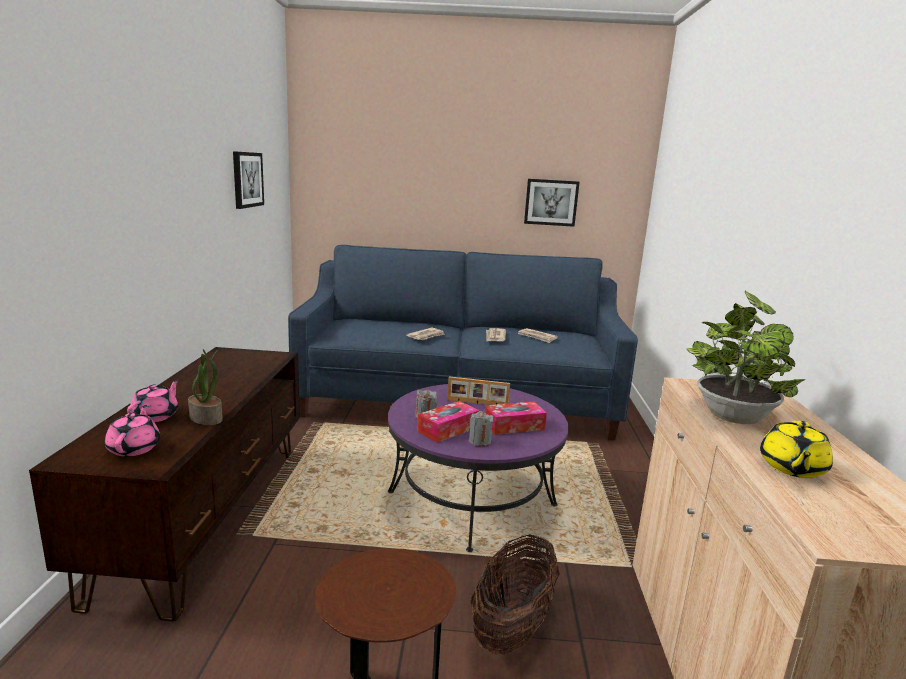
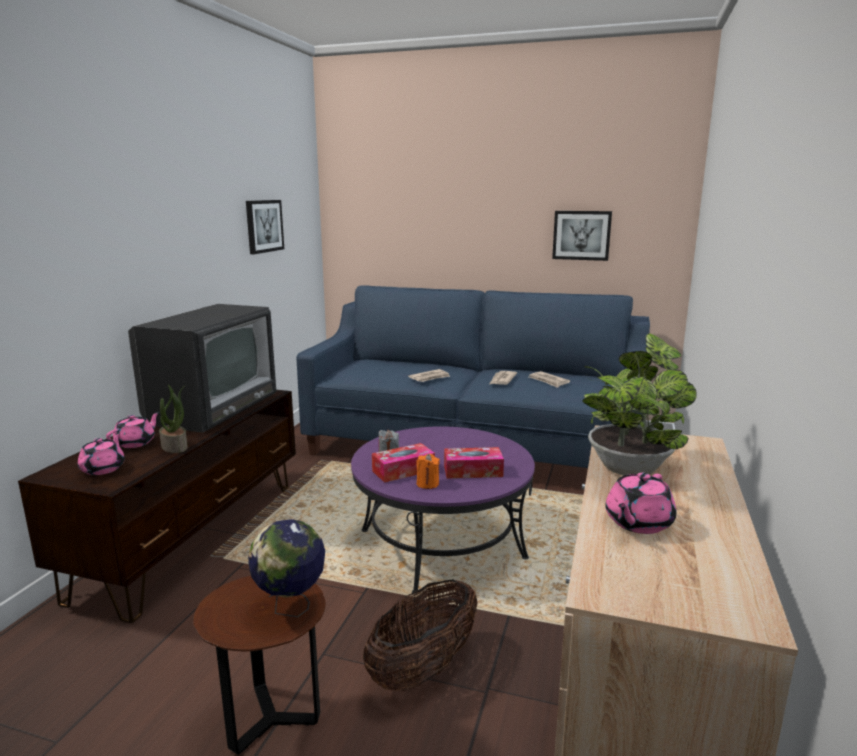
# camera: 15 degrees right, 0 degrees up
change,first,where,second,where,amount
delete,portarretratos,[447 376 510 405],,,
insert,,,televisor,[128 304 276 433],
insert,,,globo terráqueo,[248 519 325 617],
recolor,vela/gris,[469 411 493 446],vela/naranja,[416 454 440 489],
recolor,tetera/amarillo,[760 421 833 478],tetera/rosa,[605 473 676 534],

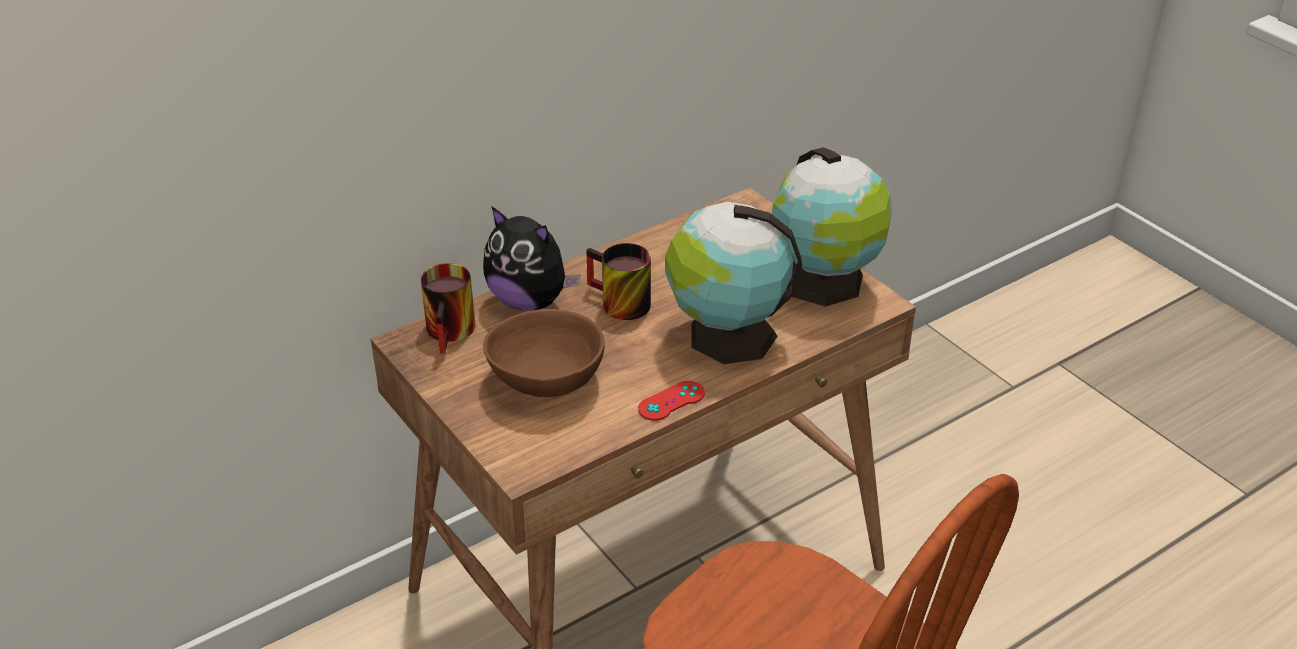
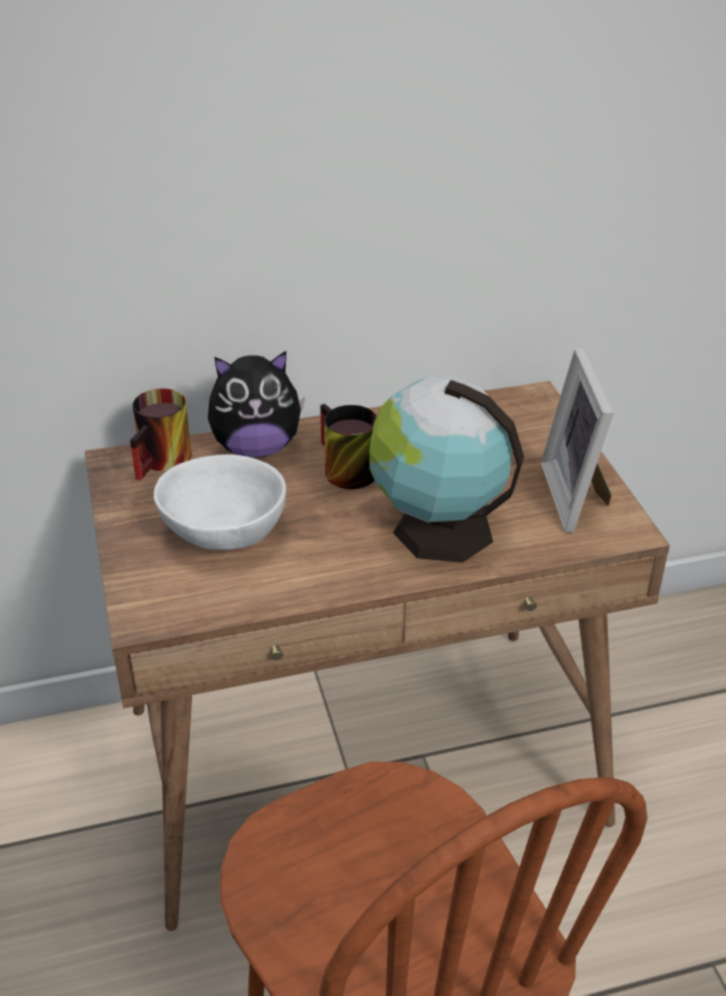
# camera: 20 degrees right, 0 degrees up
change,first,where,second,where,amount
delete,mando de consola/rojo,[638 381 705 421],,,
replace,globo terráqueo,[772 147 893 307],portarretratos,[541 348 614 533],
recolor,cuenco/marrón,[483 309 605 397],cuenco/blanco,[154 454 286 550],
rotate,peluche,[483 207 581 311],,[208 351 305 458],60 degrees counterclockwise

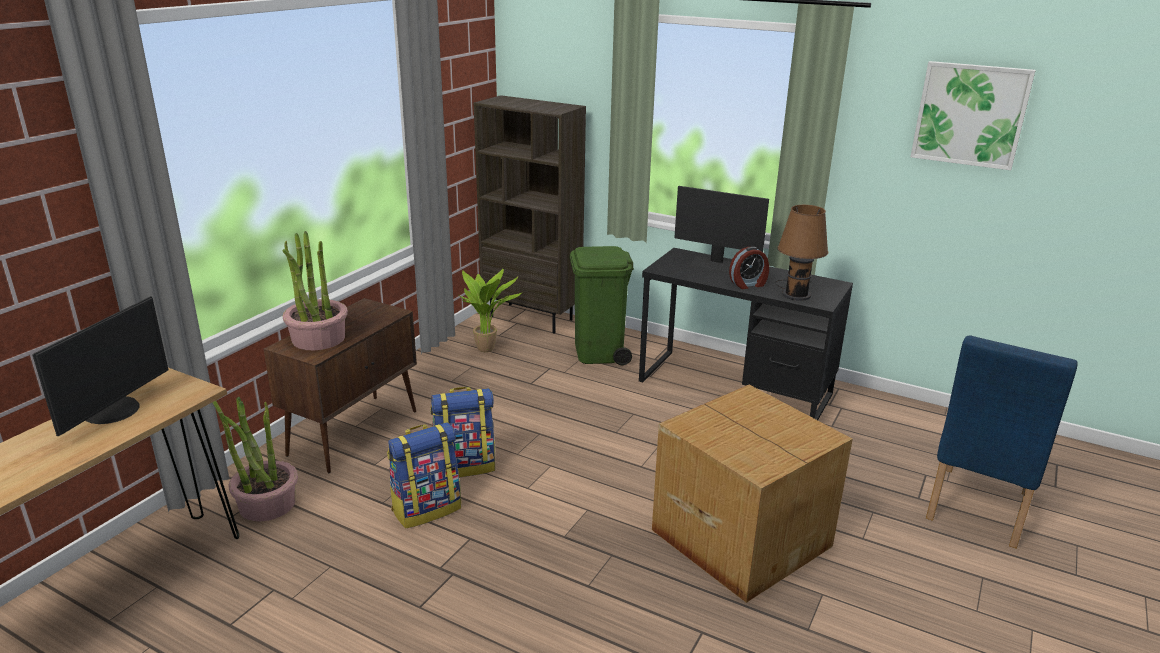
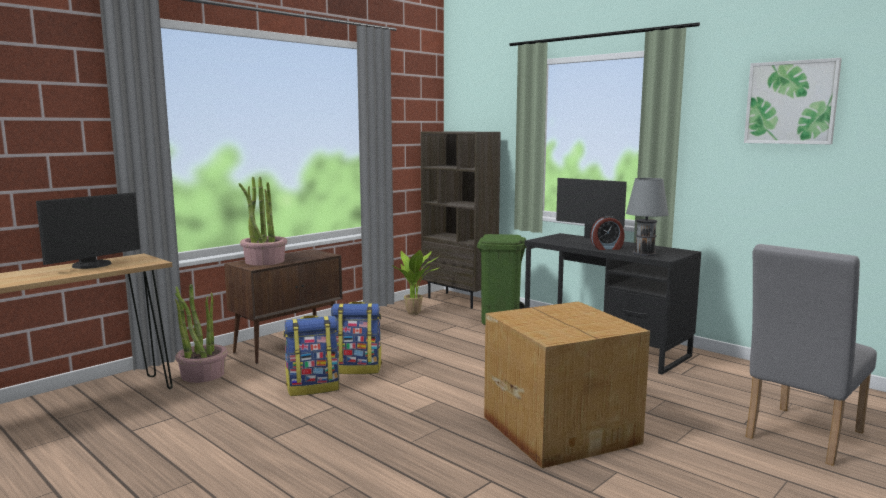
# camera: 15 degrees right, 15 degrees down
change,first,where,second,where,amount
recolor,lámpara de mesa/marrón,[775 205 828 301],lámpara de mesa/gris,[626 178 669 256],
recolor,silla/azul,[926 335 1078 549],silla/gris,[745 244 877 466],

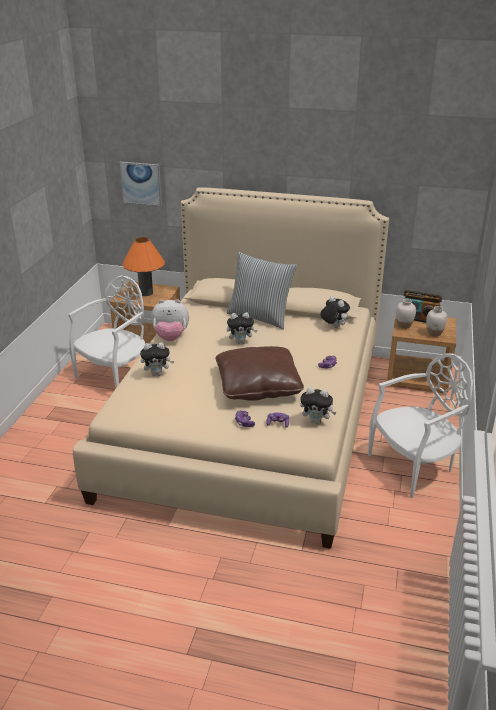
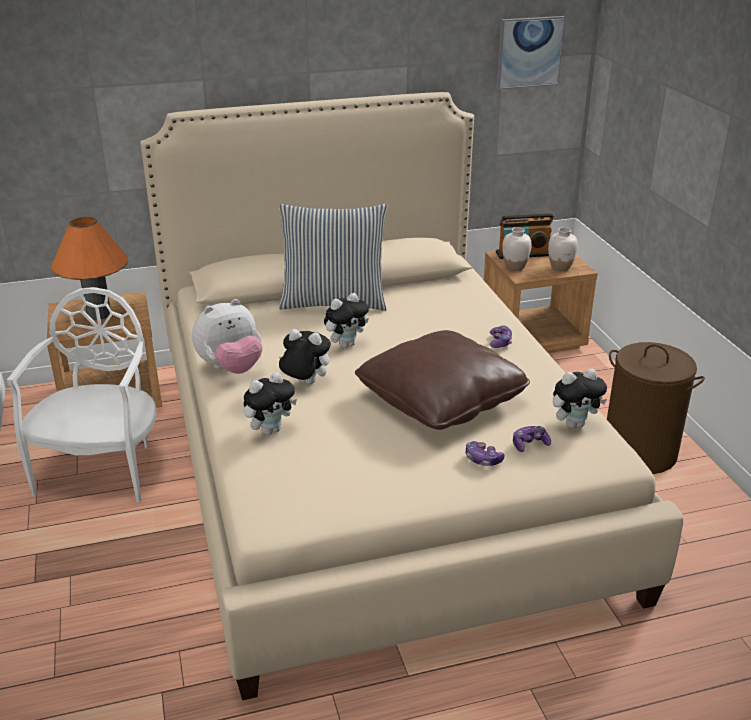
# camera: 30 degrees left, 0 degrees up
change,first,where,second,where,amount
move,cuadro,[119 162 162 206],,[496 16 565 90],
move,peluche,[320 296 350 328],,[279 329 331 384],
replace,silla/blanco,[368 354 473 498],cesto de la ropa/marrón,[607 342 705 474],

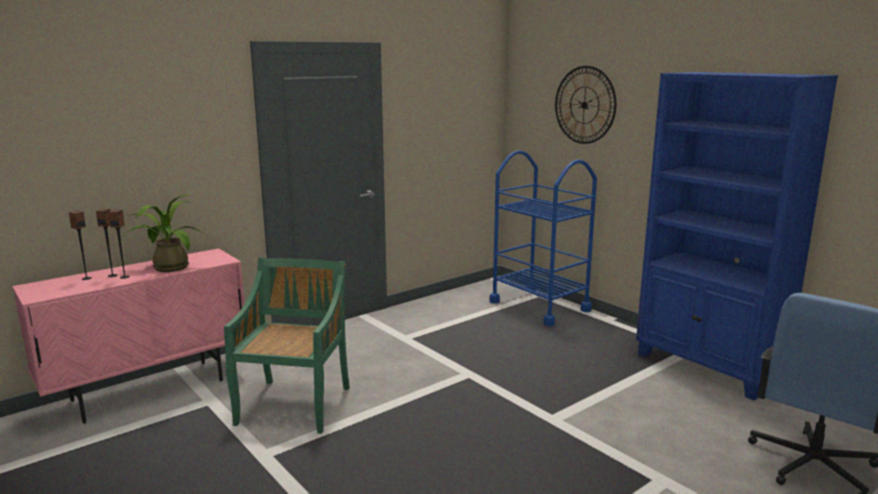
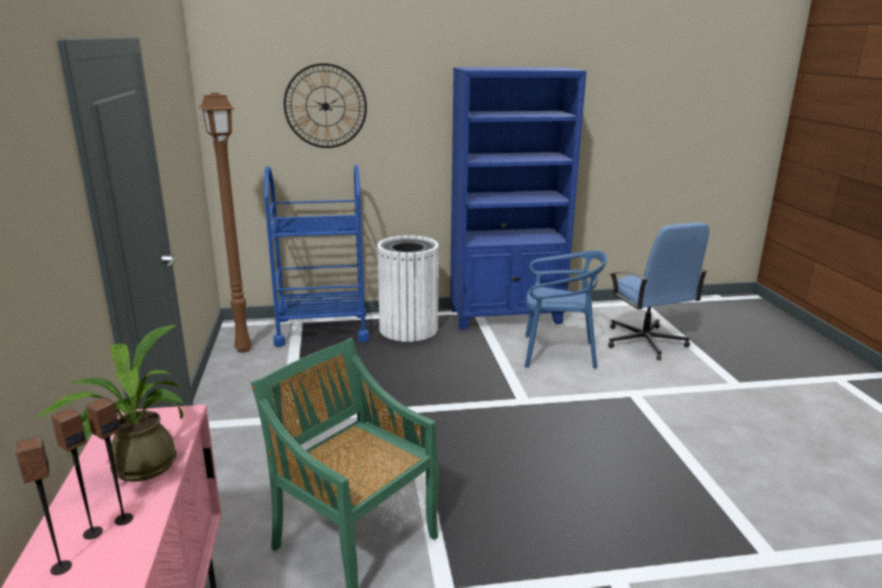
# camera: 60 degrees left, 5 degrees up
change,first,where,second,where,amount
insert,,,lámpara de pie/marrón,[198 93 252 353],
insert,,,papelera/blanco,[377 235 439 342],
insert,,,silla/azul,[524 251 607 369],

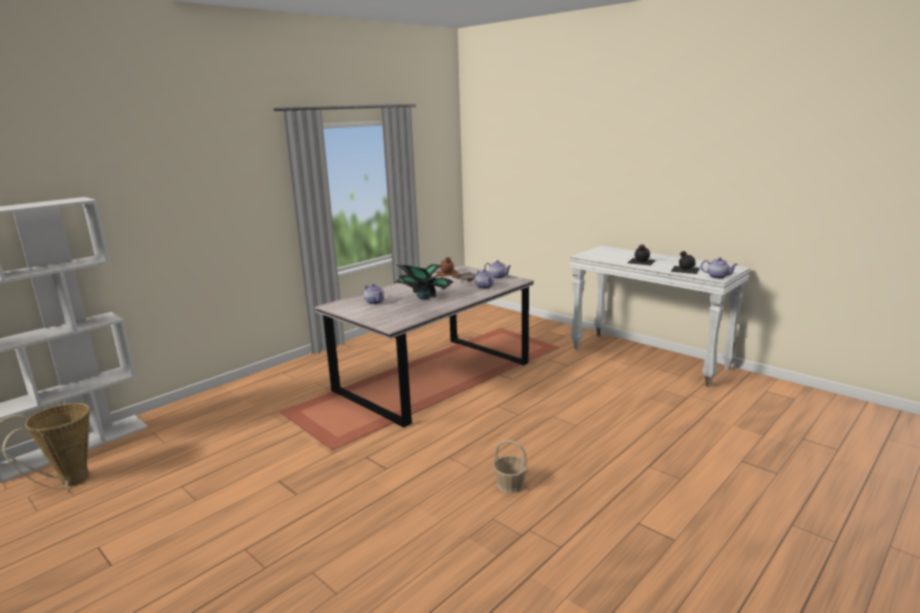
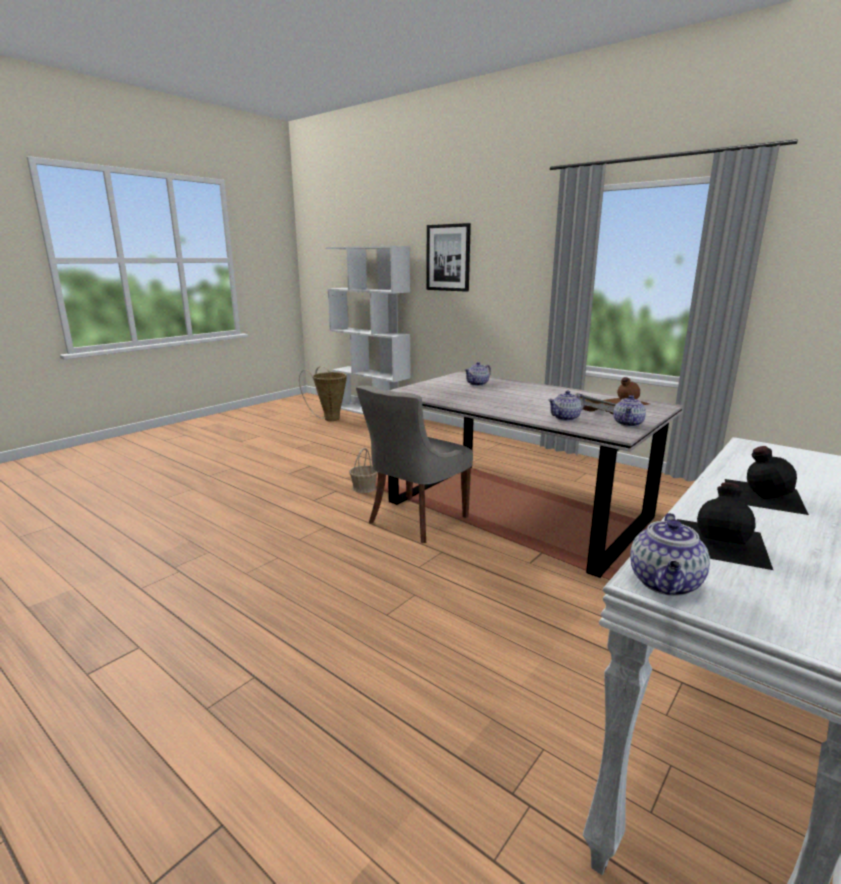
# camera: 85 degrees right, 0 degrees up
change,first,where,second,where,amount
delete,planta en maceta,[394 264 453 299],,,
insert,,,silla/gris,[356 385 473 543],
insert,,,cuadro,[426 223 471 292],
move,cesta,[493 440 528 493],,[349 448 378 493],

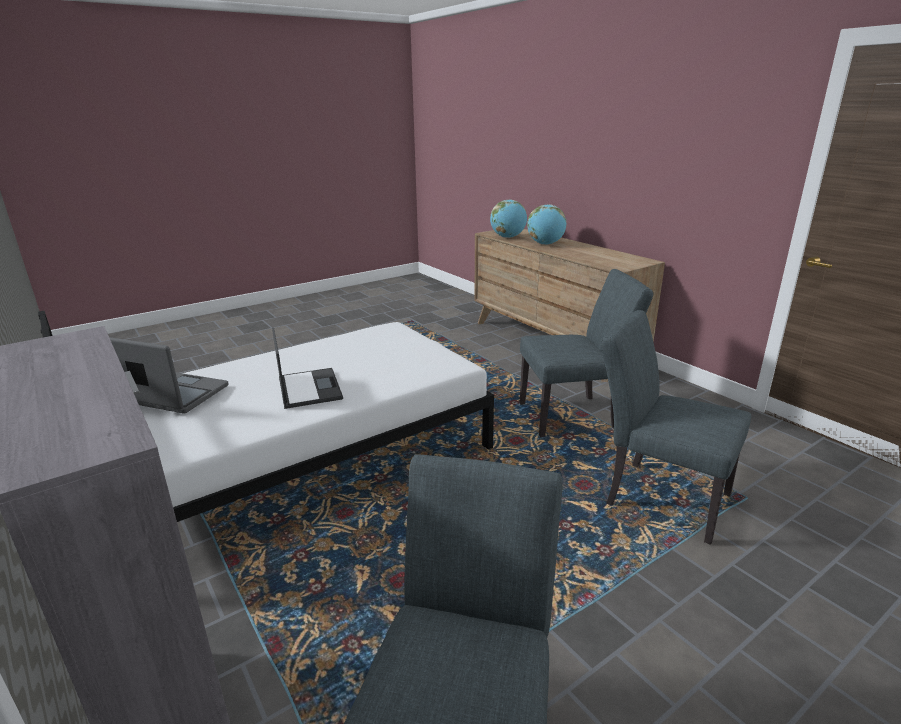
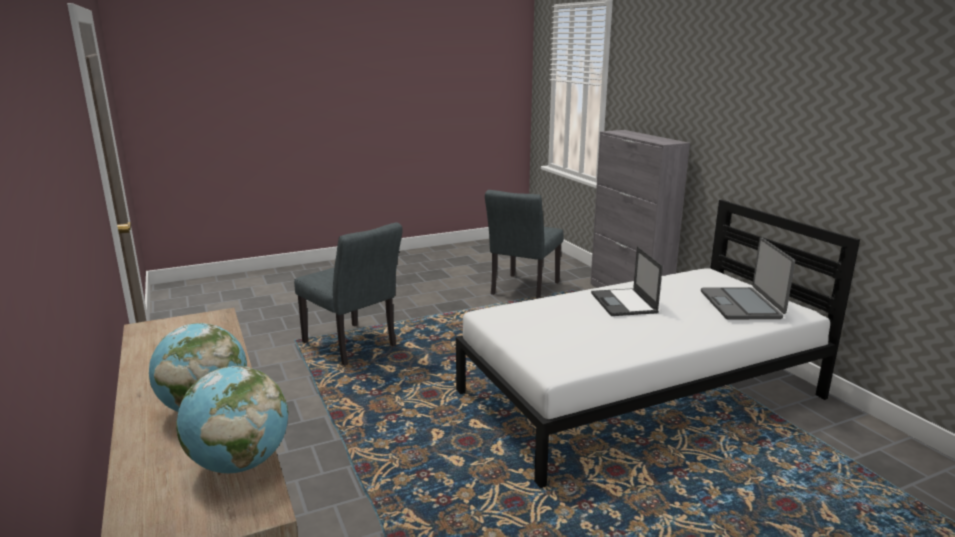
# camera: 170 degrees left, 5 degrees down
change,first,where,second,where,amount
delete,silla/gris,[520 269 654 437],,,
rotate,portátil,[109 337 229 414],,[701 237 795 320],60 degrees clockwise

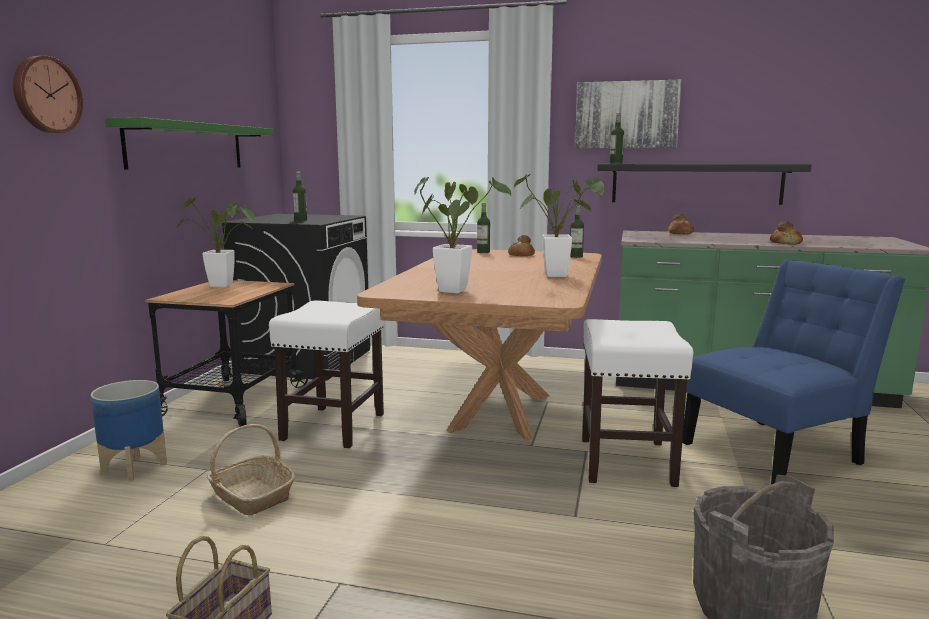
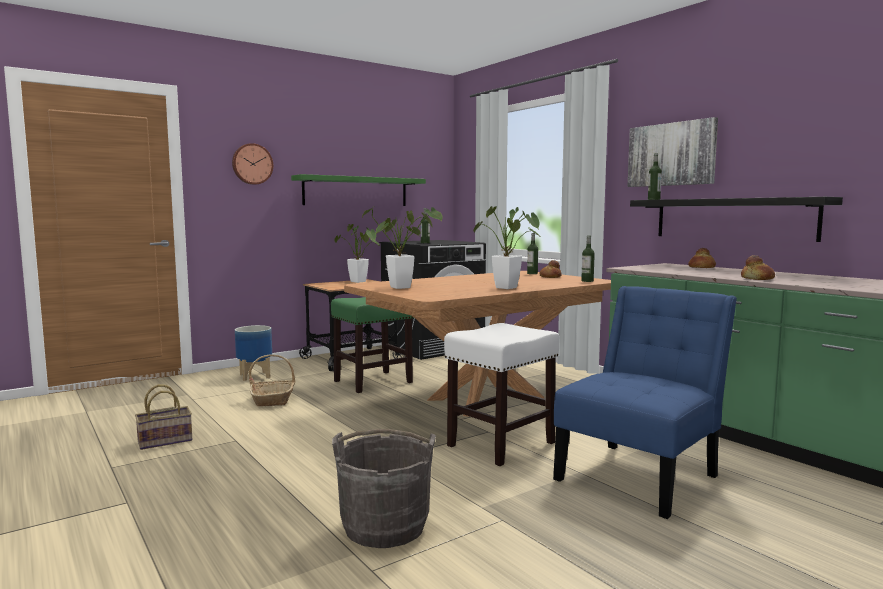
# camera: 40 degrees right, 5 degrees down
change,first,where,second,where,amount
recolor,taburete/blanco,[269 300 384 448],taburete/verde,[331 297 414 393],
rotate,silla/azul,[682 260 905 484],,[553 286 737 519],60 degrees counterclockwise

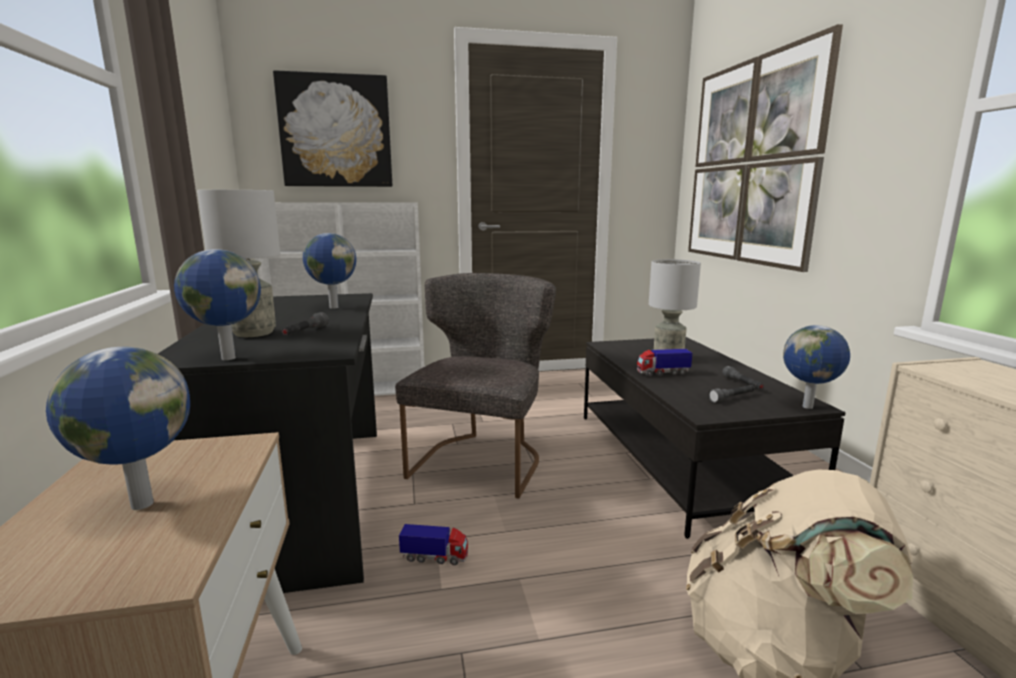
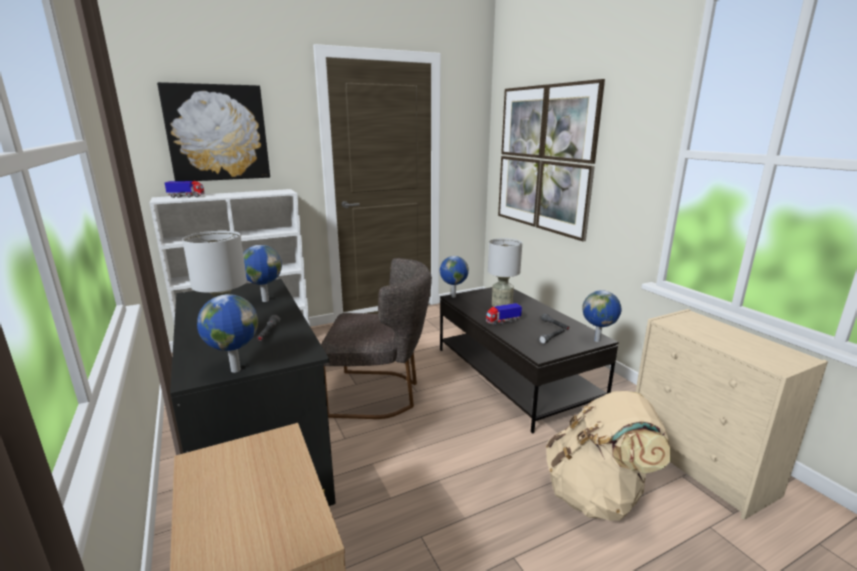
# camera: 15 degrees left, 5 degrees up
change,first,where,second,where,amount
move,globo terráqueo,[46 347 190 510],,[440 256 469 298],
move,camión de juguete,[399 524 468 565],,[165 181 205 198],
rotate,silla/gris,[395 273 556 499],,[321 258 432 419],90 degrees clockwise

